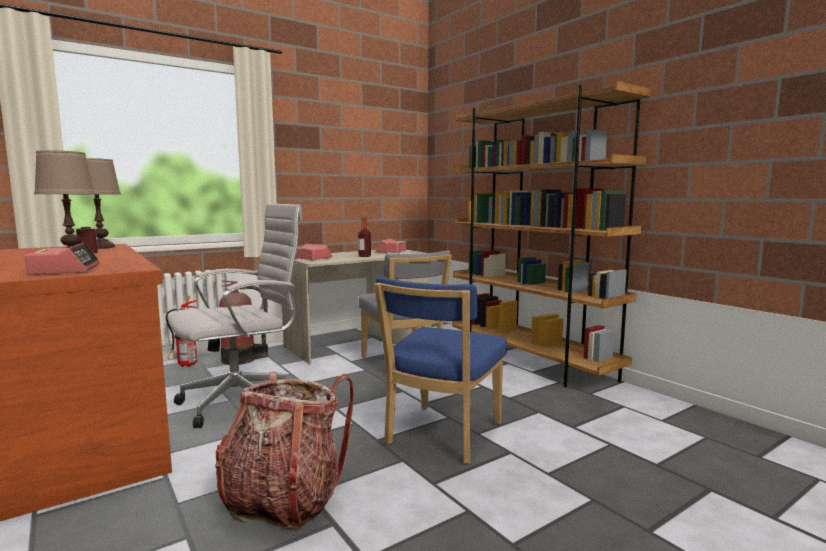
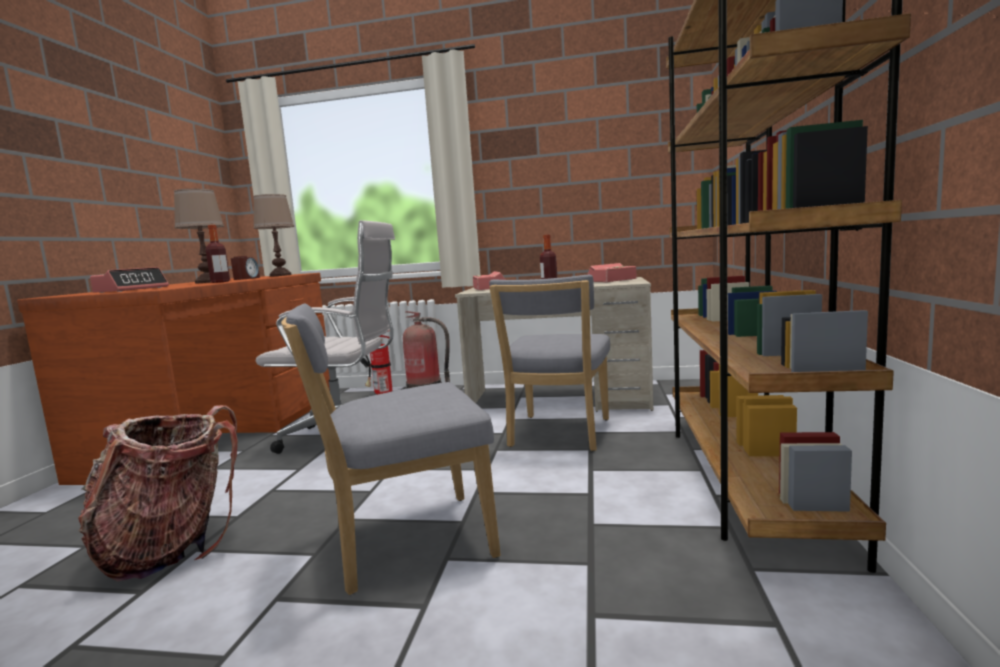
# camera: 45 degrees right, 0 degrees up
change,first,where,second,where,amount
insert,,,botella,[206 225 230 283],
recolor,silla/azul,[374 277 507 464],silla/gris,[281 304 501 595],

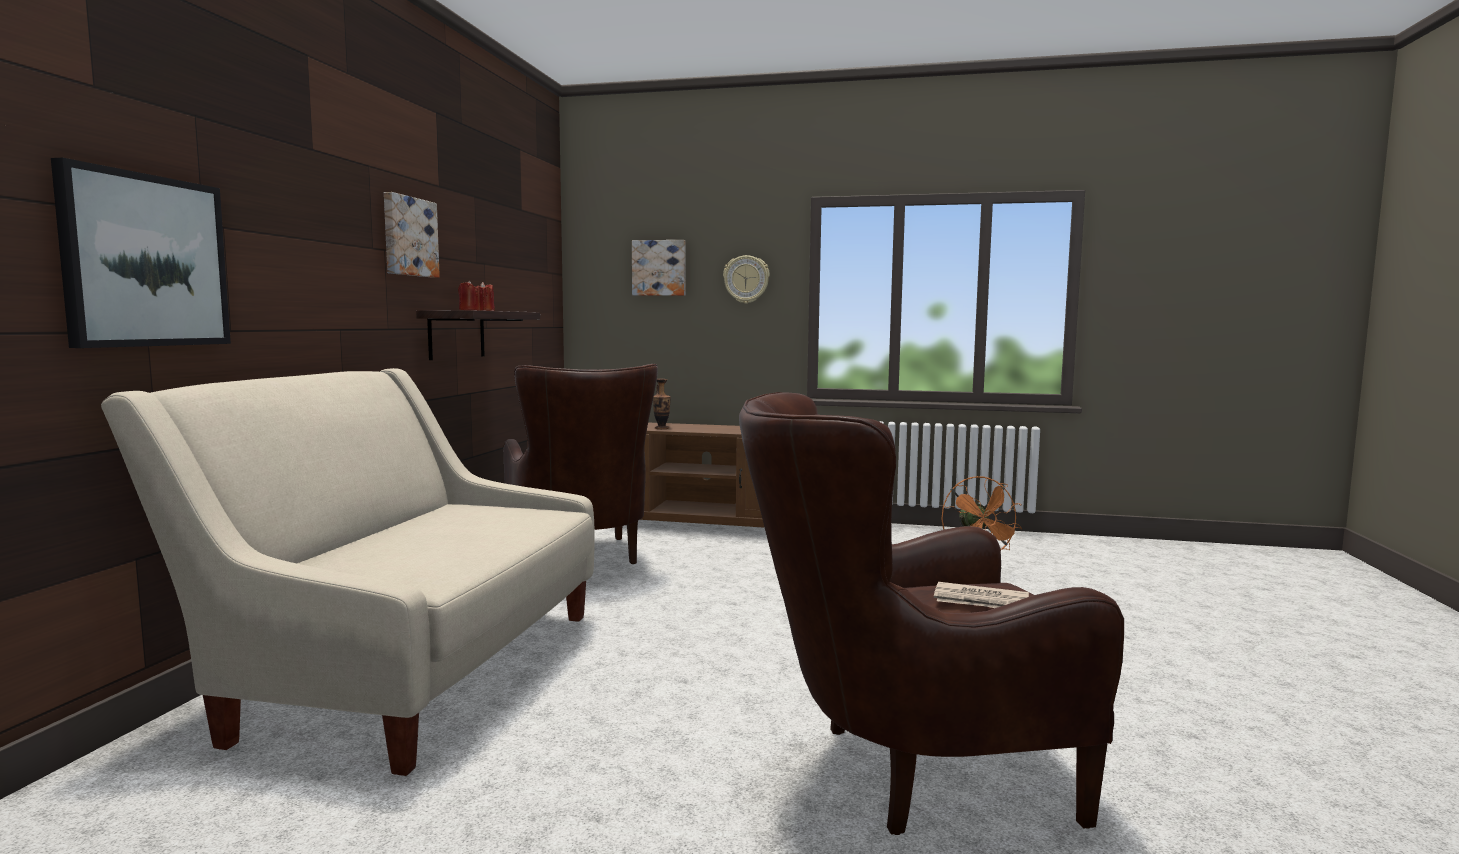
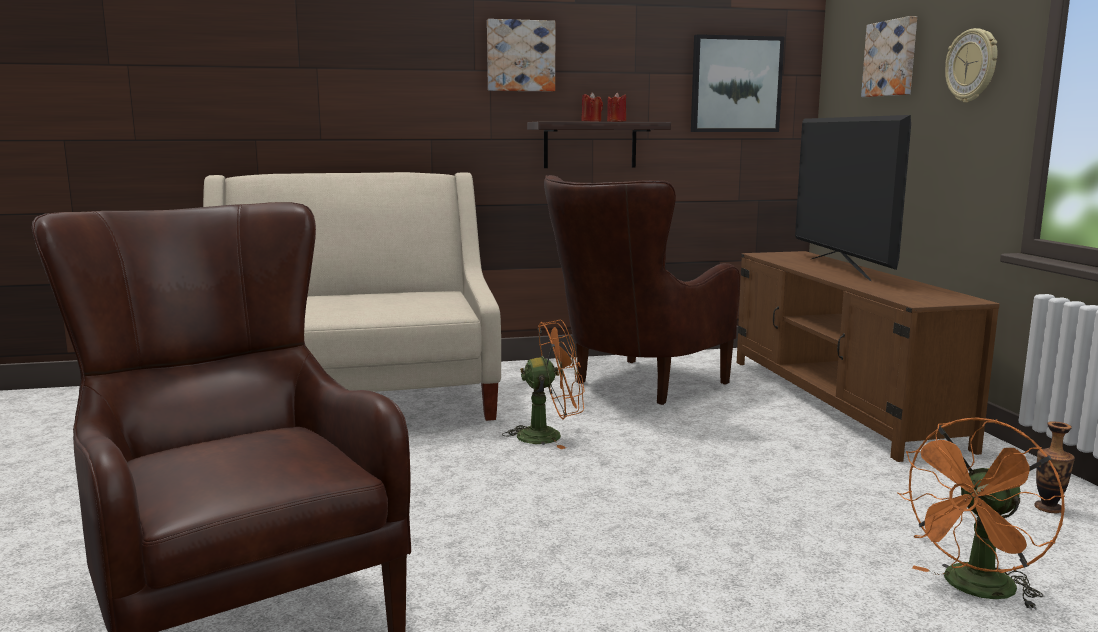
# camera: 65 degrees right, 5 degrees up
change,first,where,second,where,amount
delete,periódico,[934 582 1029 608],,,
insert,,,ventilador/naranja,[502 320 585 449],
insert,,,televisor,[795 115 911 281],
move,cuadro,[51 157 231 348],,[691 34 785 132],
move,florero,[653 379 671 429],,[1034 421 1075 513],

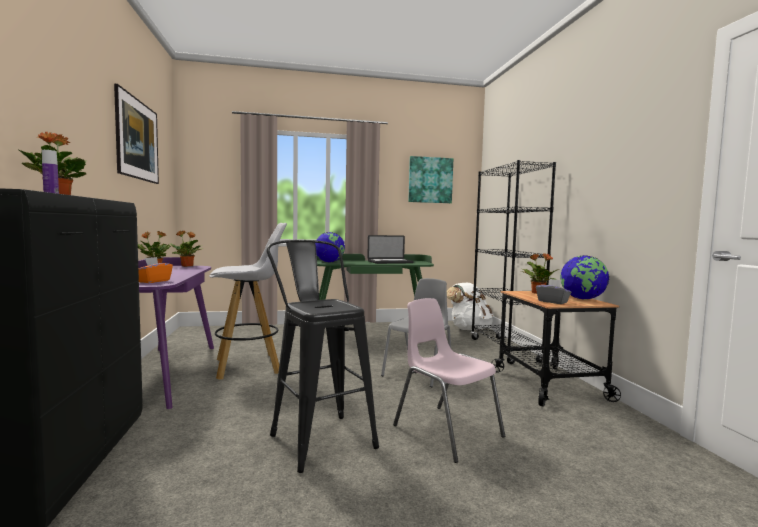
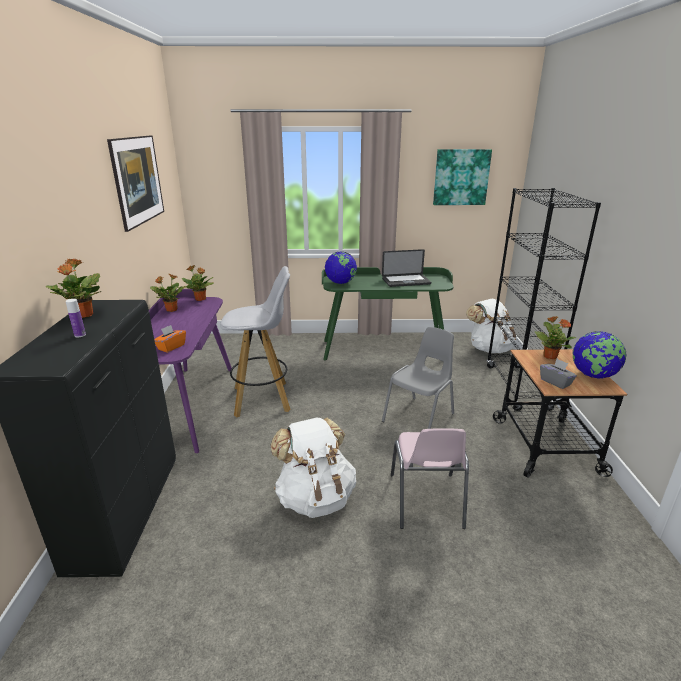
# camera: 10 degrees right, 20 degrees up
change,first,where,second,where,amount
replace,taburete/negro,[266 240 379 473],mochila/blanco,[271 418 356 518],
rotate,silla/rosa,[393 298 505 463],,[391 428 469 529],150 degrees counterclockwise

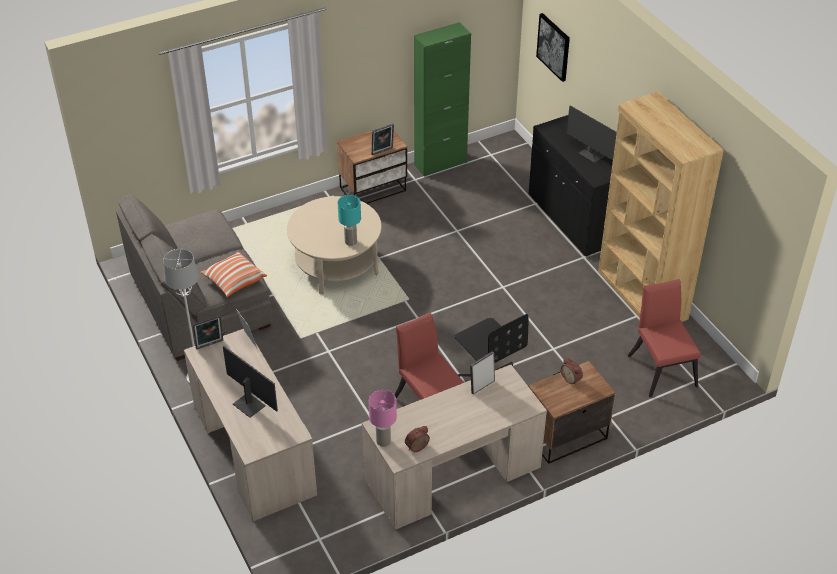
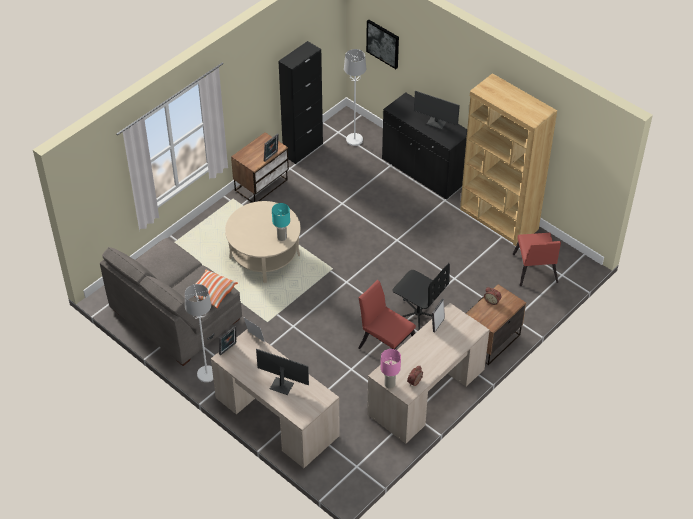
# camera: 20 degrees left, 5 degrees up
change,first,where,second,where,amount
insert,,,lámpara de pie/blanco,[344 49 366 146],
recolor,armario/verde,[414 22 471 177],armario/negro,[278 41 323 164],
rotate,silla/rojo,[628 279 701 397],,[513 233 561 286],150 degrees counterclockwise

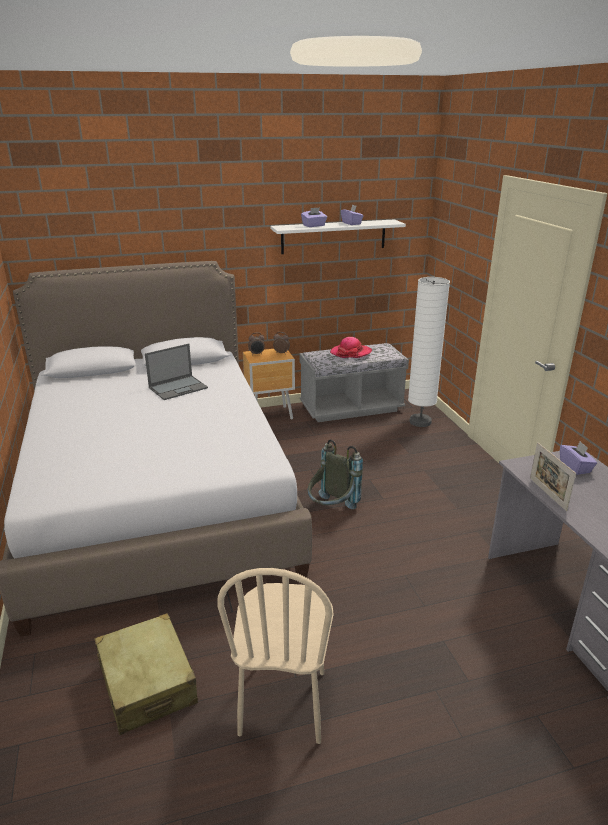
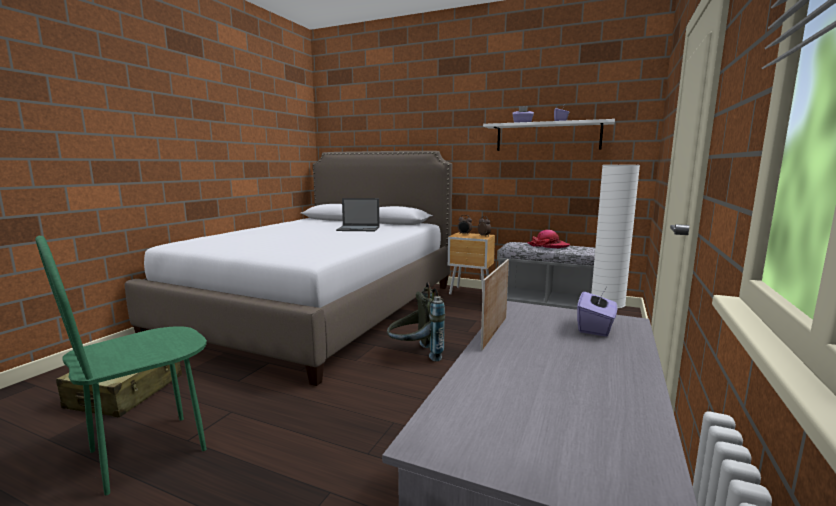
# camera: 40 degrees right, 15 degrees down
change,first,where,second,where,amount
recolor,silla/beis,[217 568 334 744],silla/verde,[35 236 207 495],

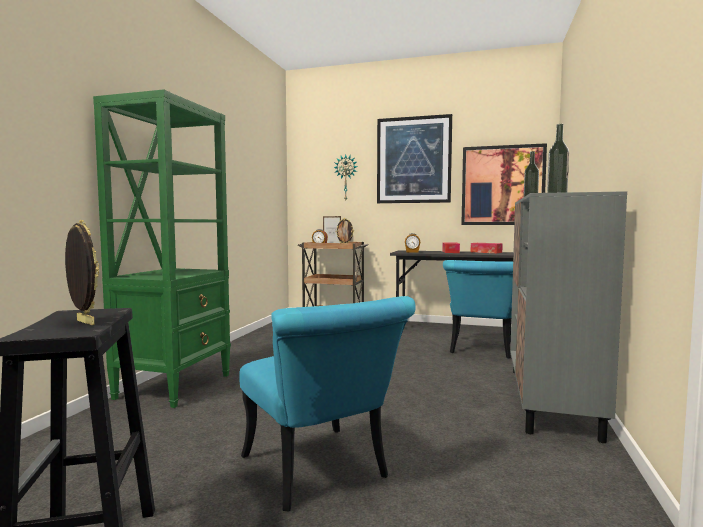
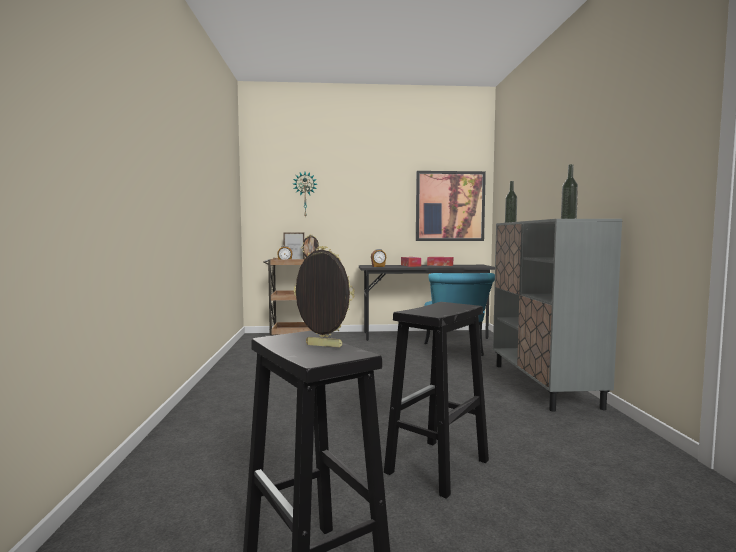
# camera: 20 degrees left, 0 degrees up
change,first,where,second,where,amount
delete,estantería/verde,[93 89 231 408],,,
delete,cuadro,[377 114 452 203],,,
replace,silla/turquesa,[239 296 415 512],taburete/negro,[384 302 489 499],

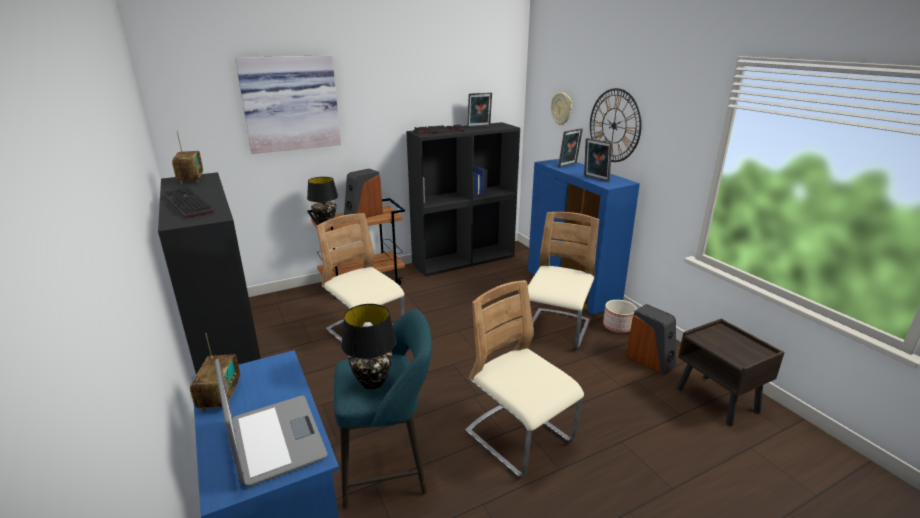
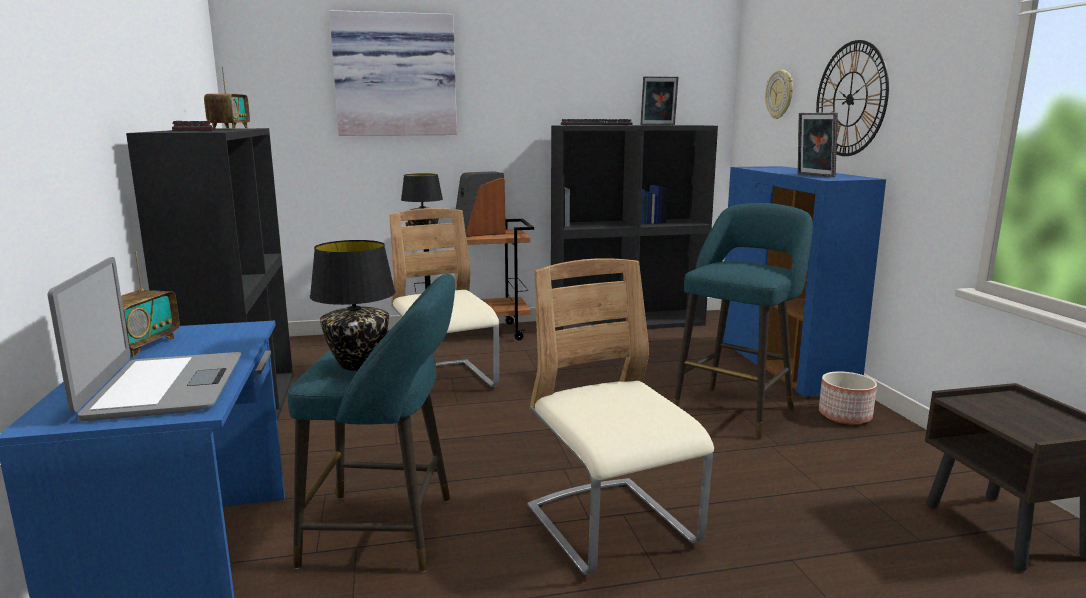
# camera: 15 degrees right, 10 degrees down
change,first,where,second,where,amount
delete,portarretratos,[558 128 583 167],,,
delete,altavoz,[626 304 676 375],,,
replace,silla/beis,[528 212 599 348],taburete/turquesa,[674 203 813 439],

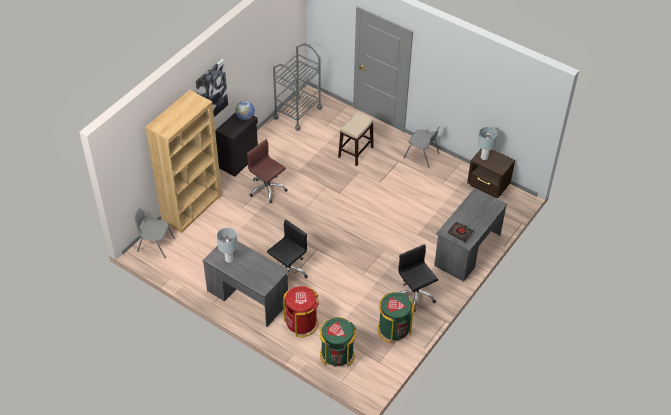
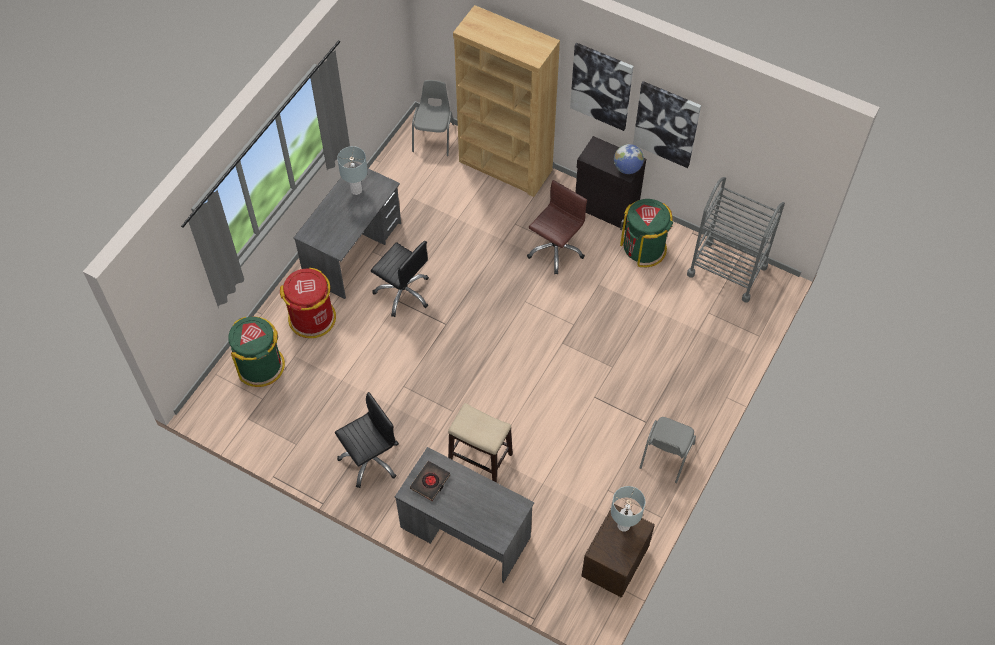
# camera: 85 degrees right, 10 degrees up
change,first,where,second,where,amount
insert,,,cuadro,[633 81 701 168],
move,taburete,[338 112 373 166],,[448 403 513 482],
move,papelera/verde,[377 292 415 343],,[620 199 673 267],

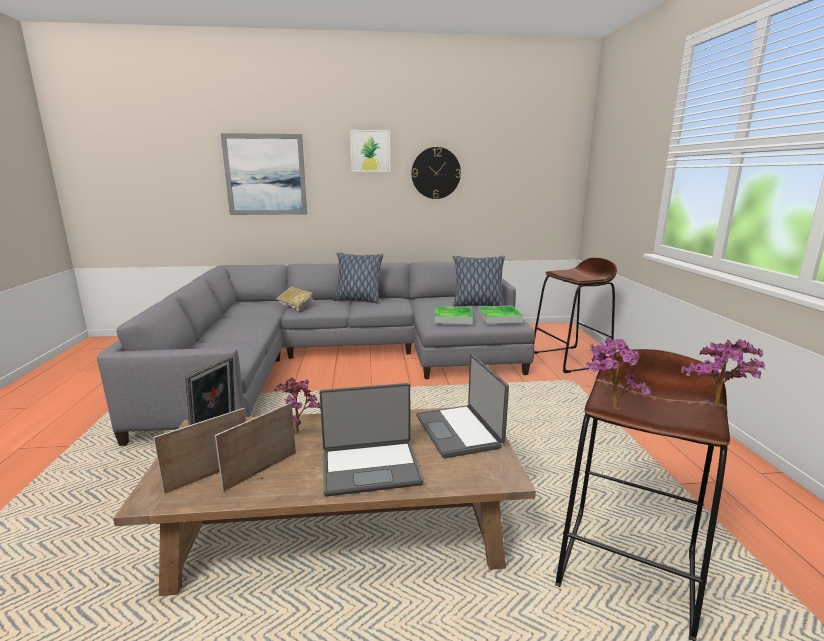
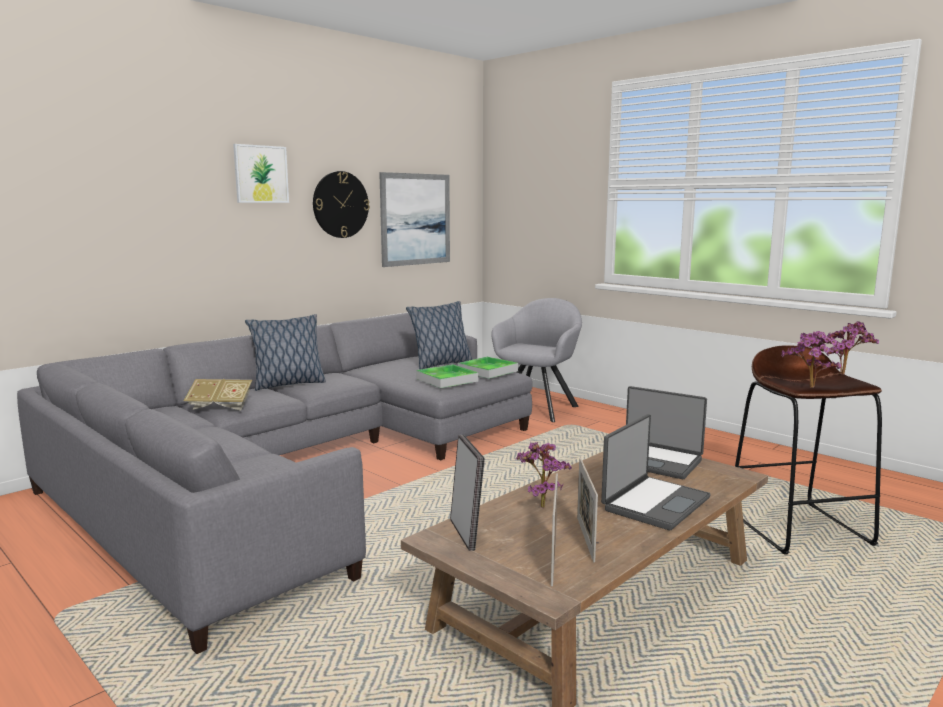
# camera: 40 degrees left, 5 degrees down
change,first,where,second,where,amount
move,cuadro,[221 133 307 215],,[379 172 450 267],
replace,taburete/marrón,[533 258 617 373],sillón/gris,[491 298 582 422],

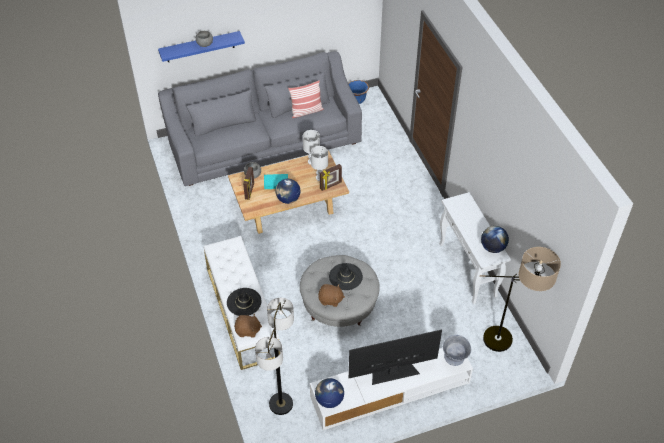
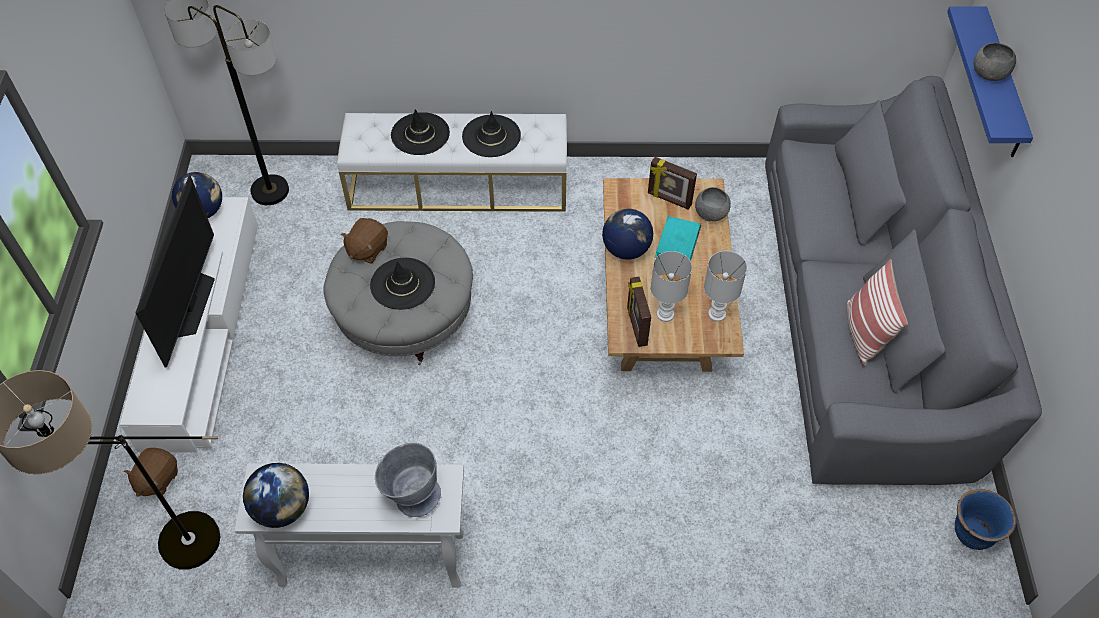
# camera: 110 degrees right, 5 degrees up
change,first,where,second,where,amount
insert,,,sombrero/negro,[462 111 521 157],
move,peluche/marrón,[234 314 262 337],,[124 448 178 497],
move,cuenco/gris,[443 335 471 366],,[375 443 441 517],

